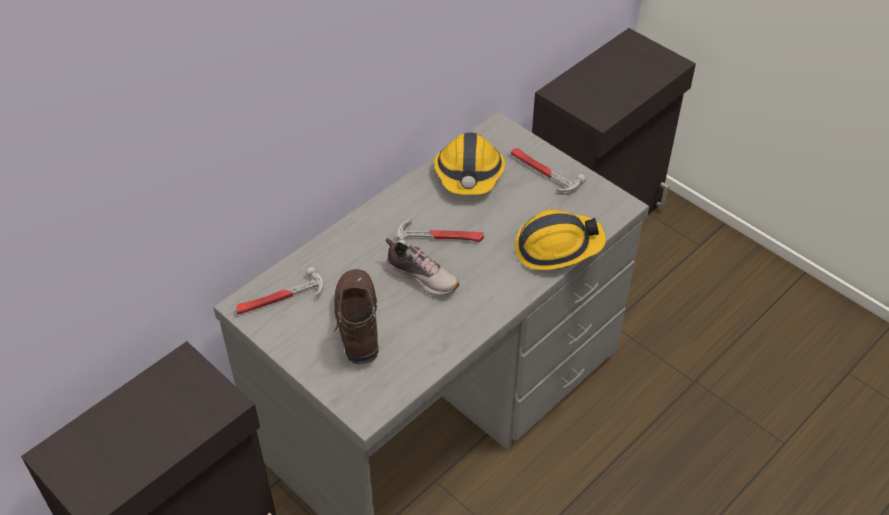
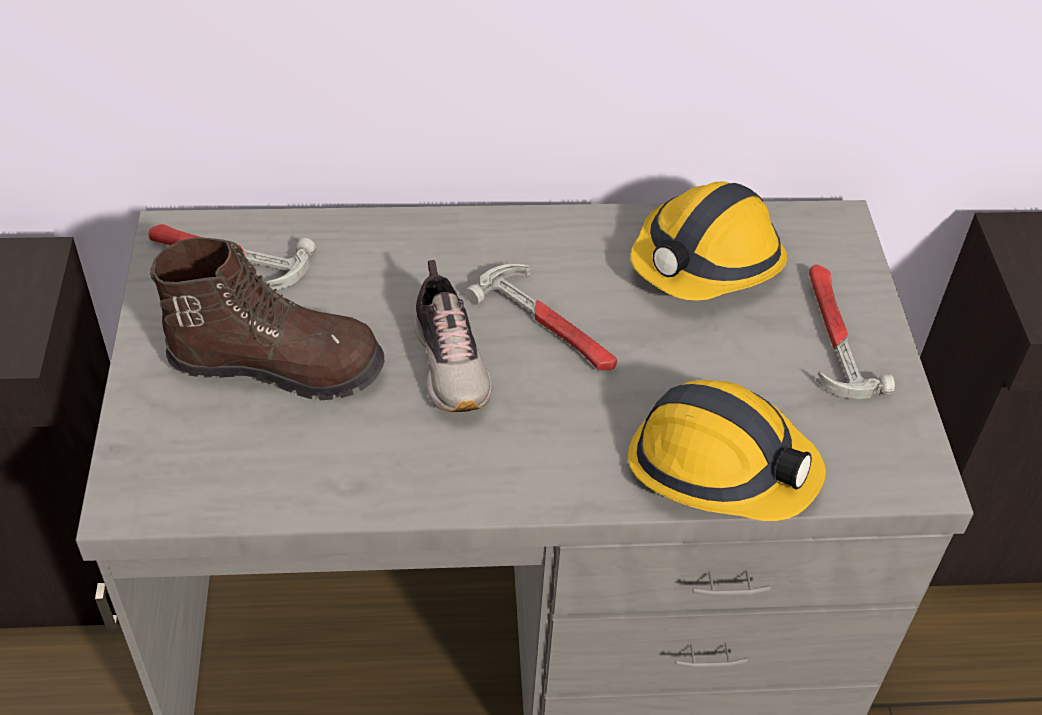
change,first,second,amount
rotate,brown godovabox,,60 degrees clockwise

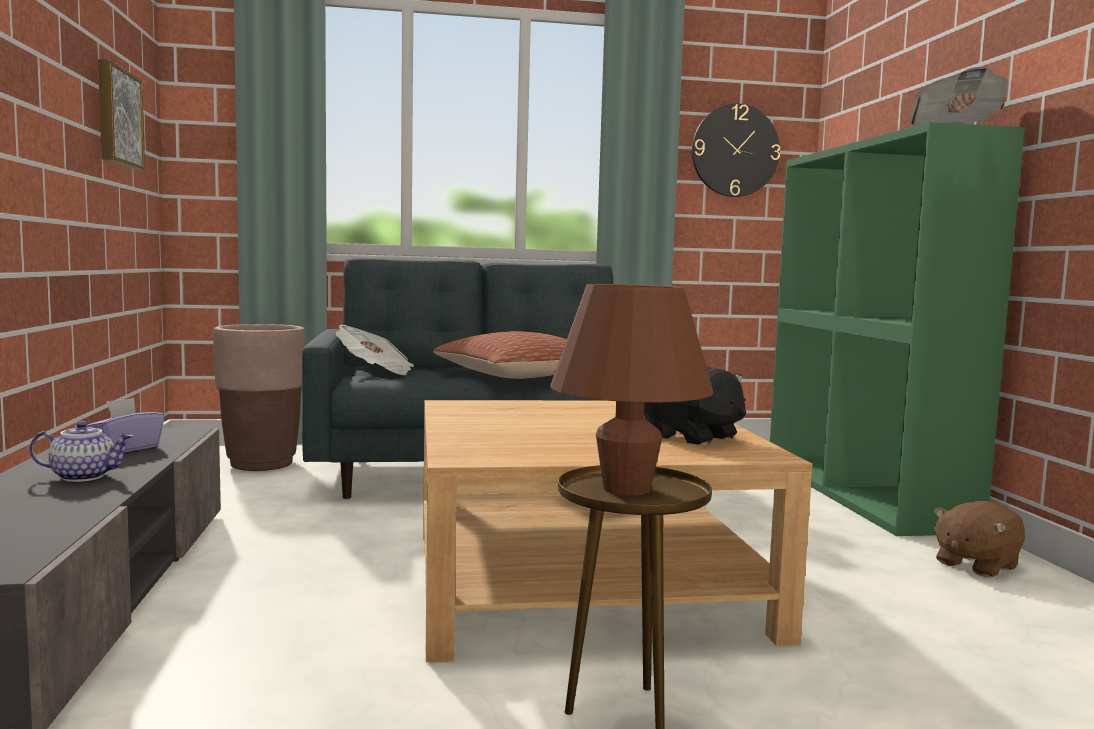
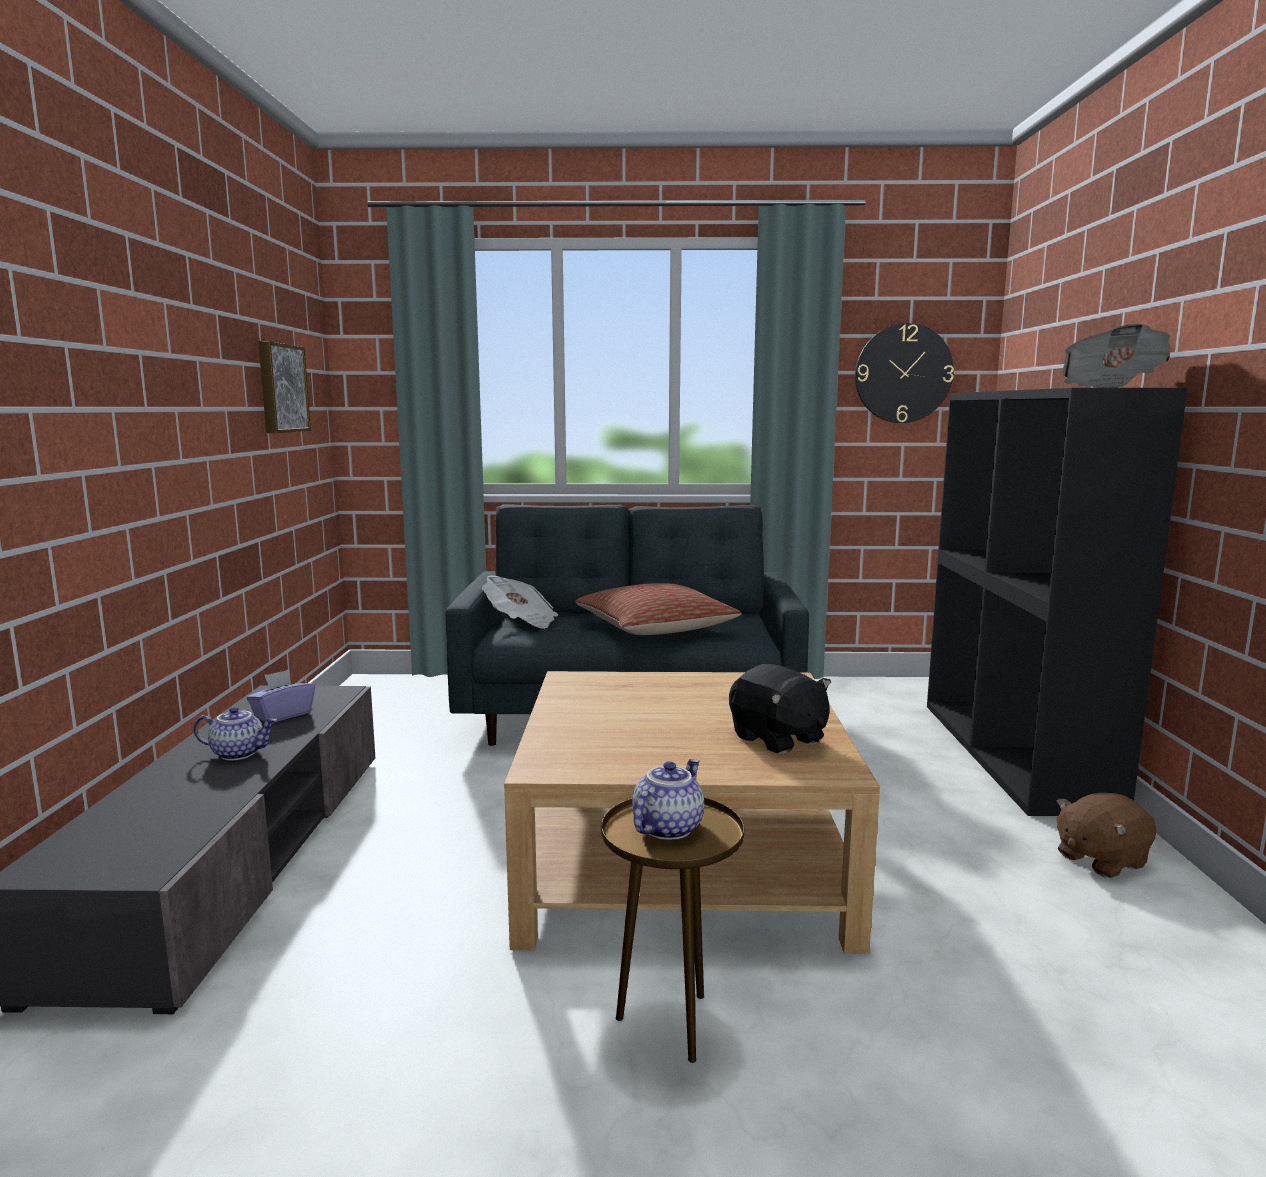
change,first,second,amount
recolor,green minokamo,black minokamo,
replace,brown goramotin,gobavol (2nd from left),
delete,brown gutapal,,

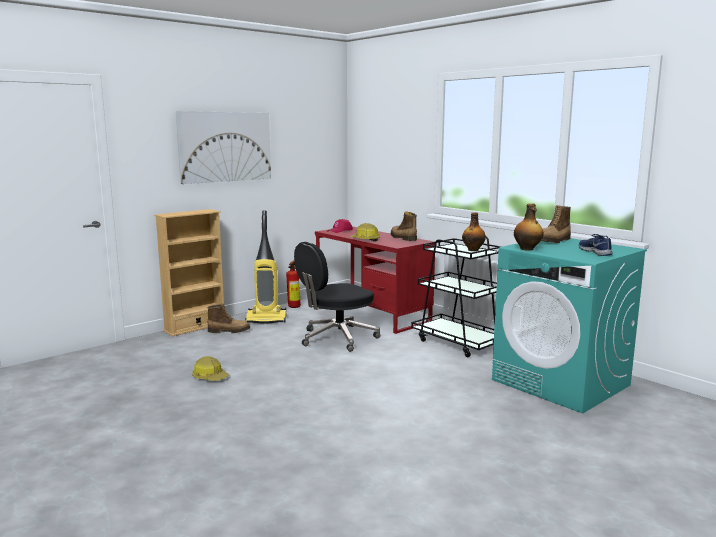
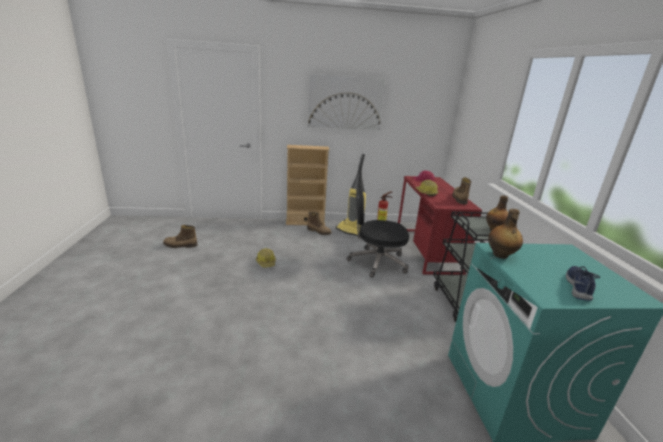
change,first,second,amount
move,godovabox (3rd from left in the first image),godovabox (1st from left),

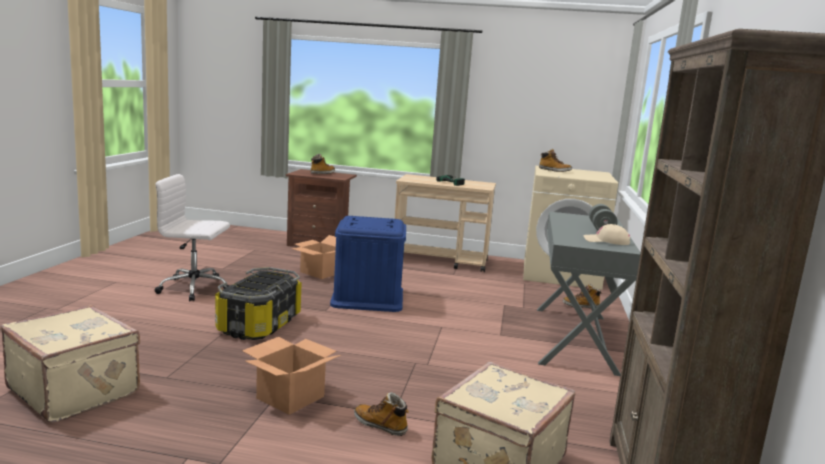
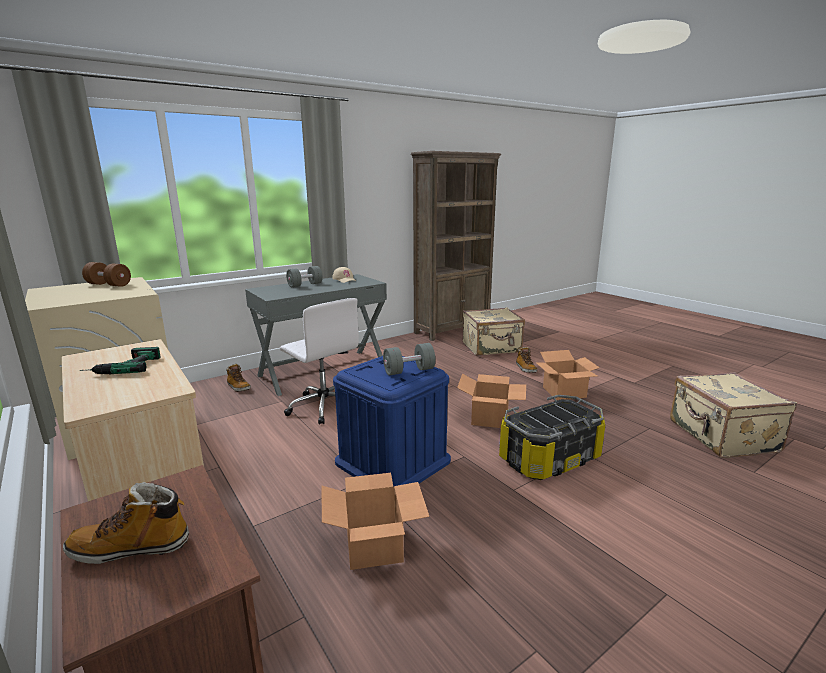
change,first,second,amount
delete,godovabox (3rd from left),,
move,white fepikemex,,
insert,,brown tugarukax,
insert,,grey tugarukax (2nd from left),
insert,,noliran (2nd from left),

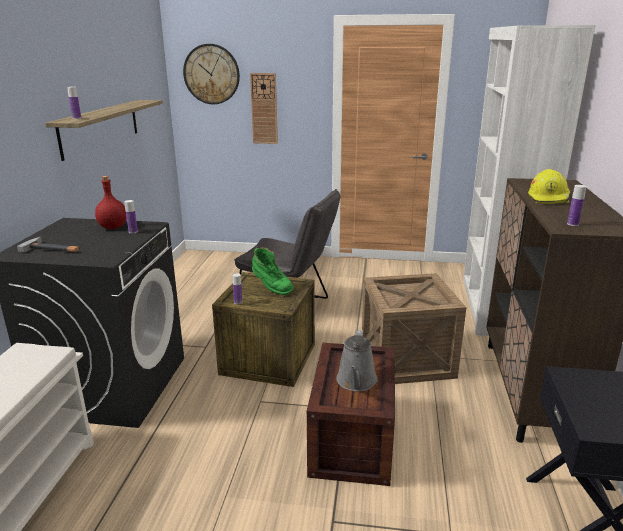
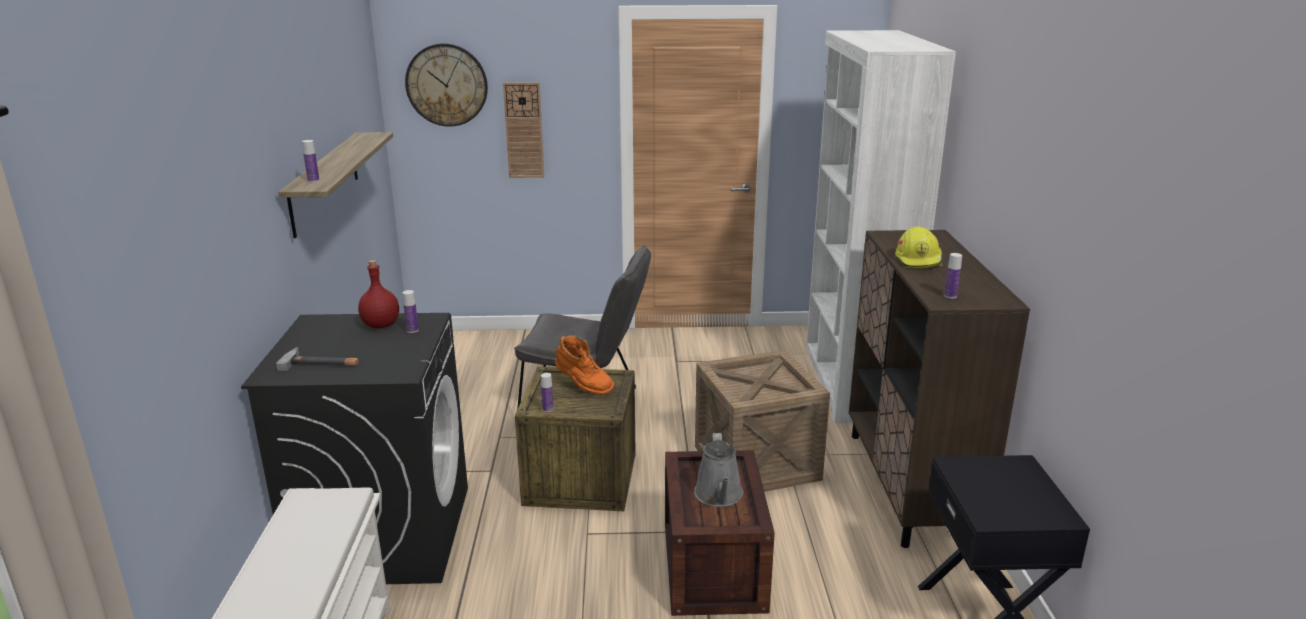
change,first,second,amount
recolor,green godovabox,orange godovabox,

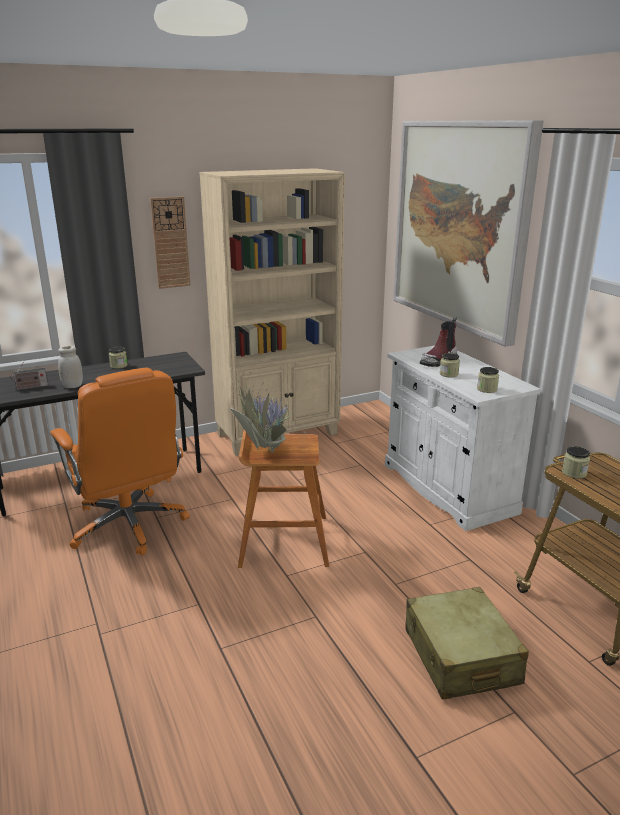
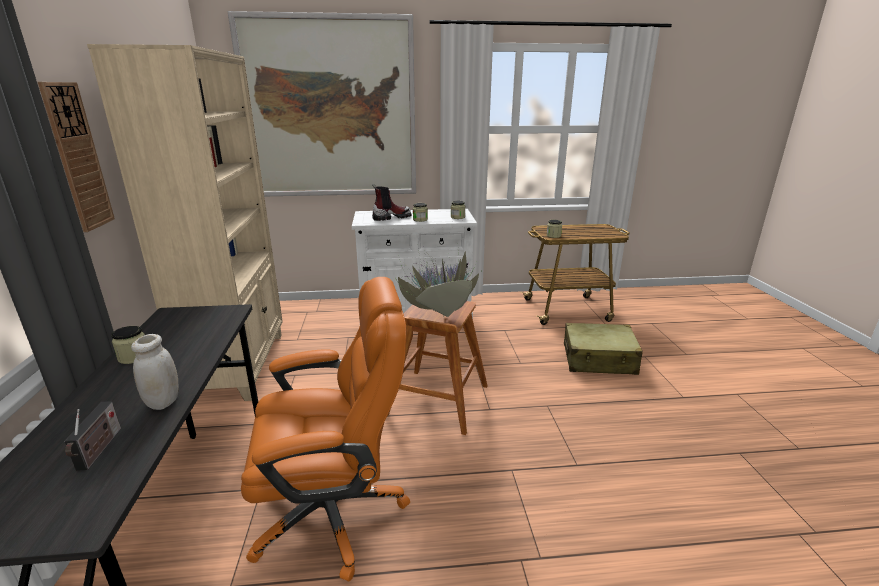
change,first,second,amount
rotate,godovabox,,90 degrees counterclockwise

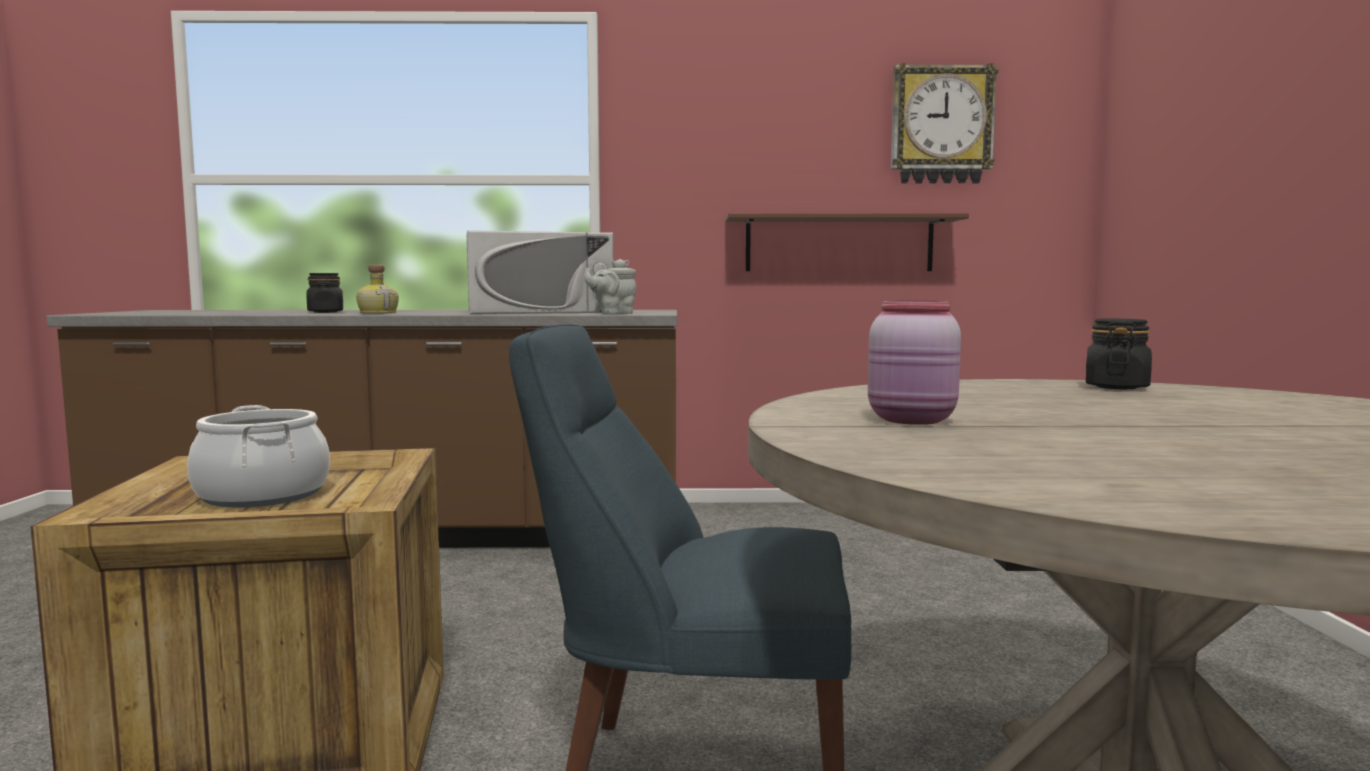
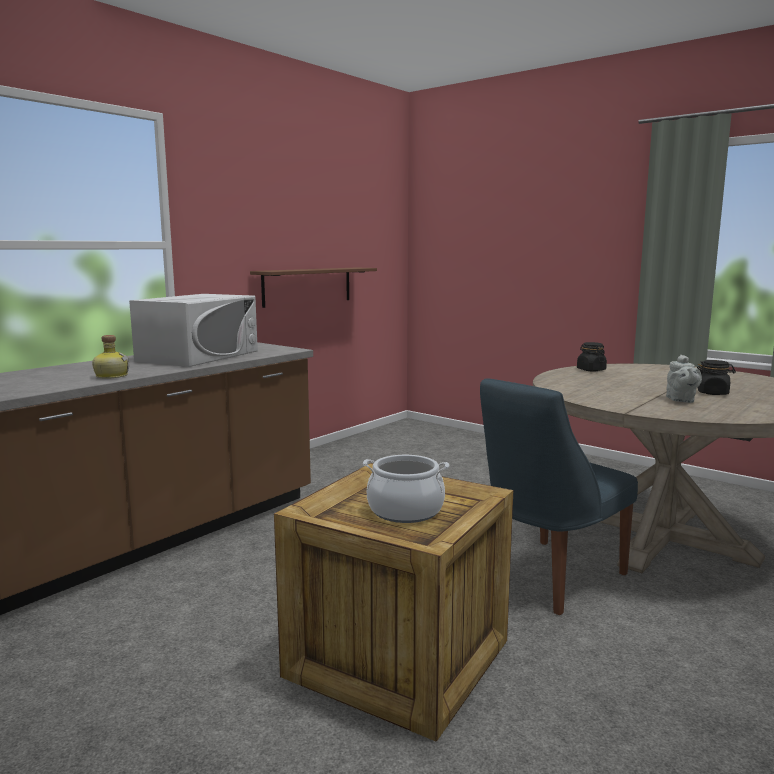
change,first,second,amount
delete,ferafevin,,
move,grey gobavol,,
move,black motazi (1st from left in the first image),black motazi (2nd from left),
delete,pink motazi,,

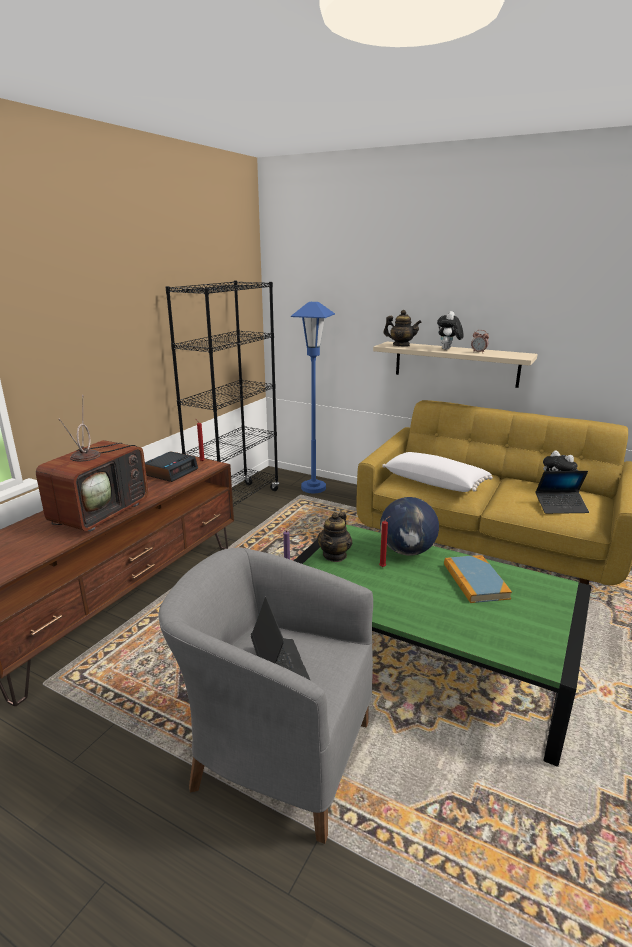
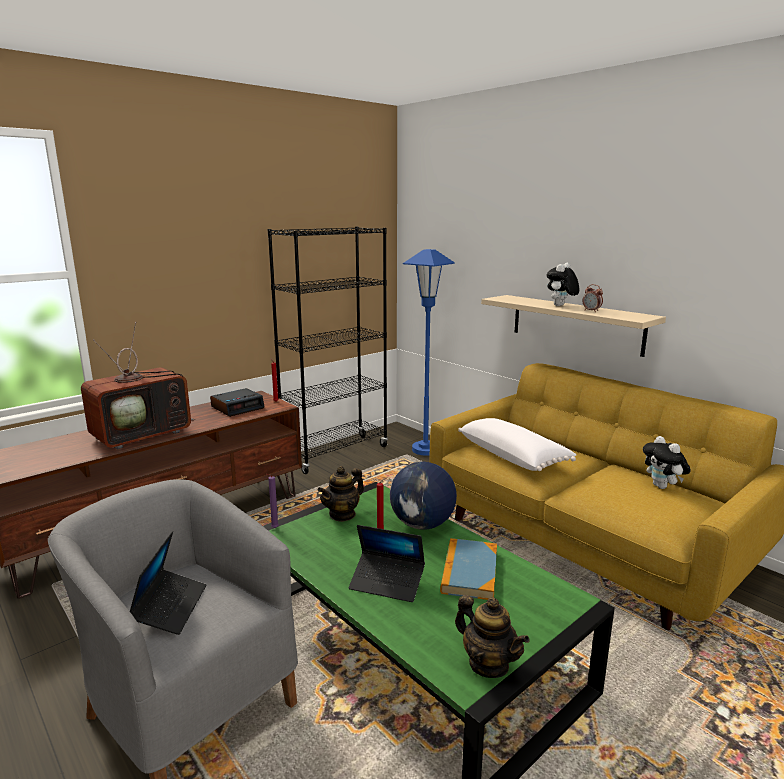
change,first,second,amount
move,gobavol (2nd from left),,
move,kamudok (2nd from left),,

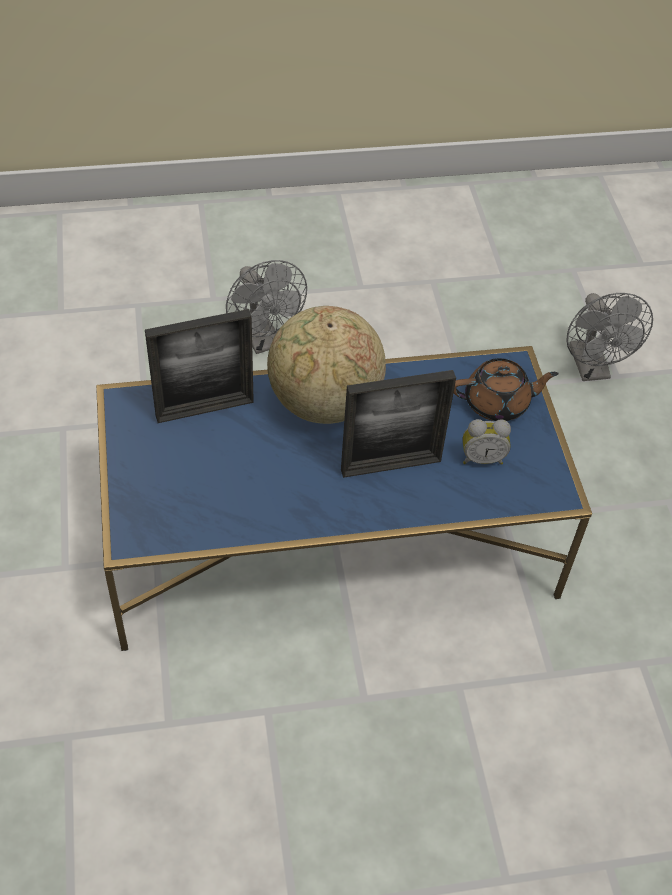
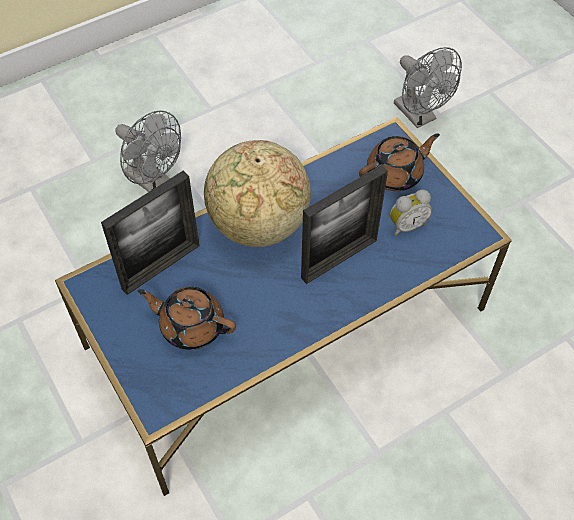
change,first,second,amount
insert,,brown gobavol (1st from left),

